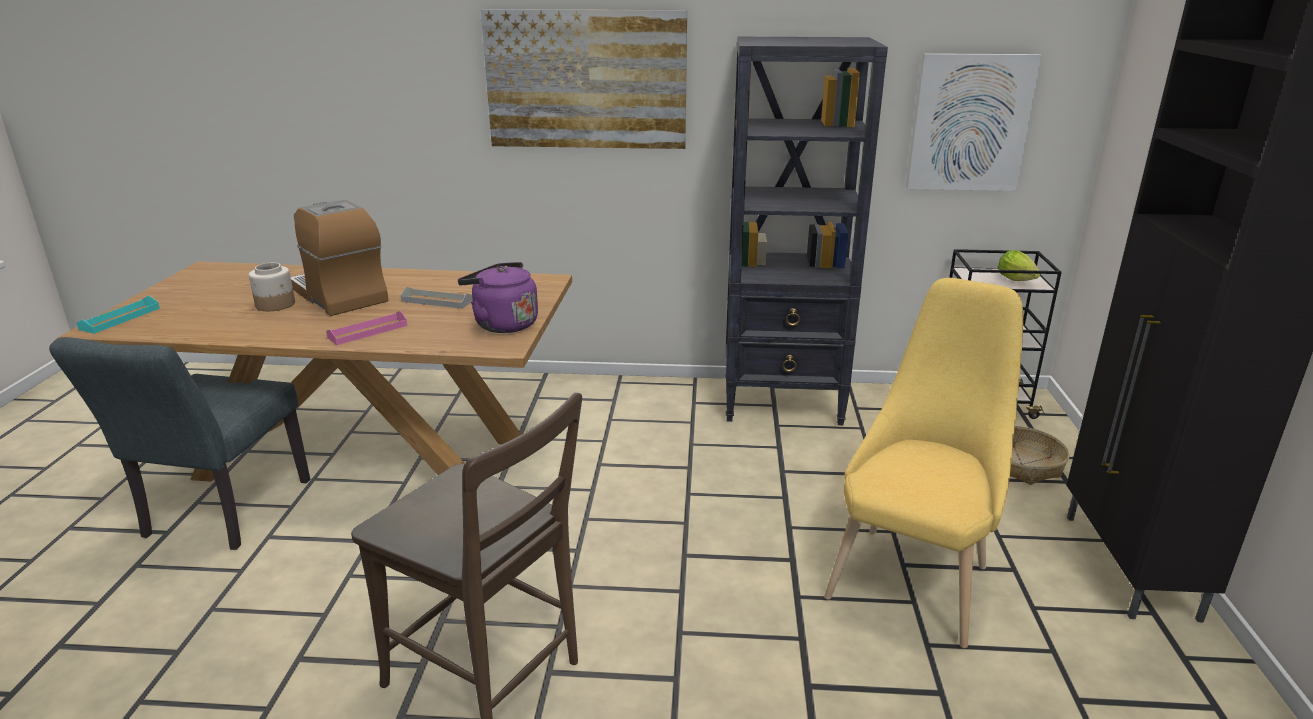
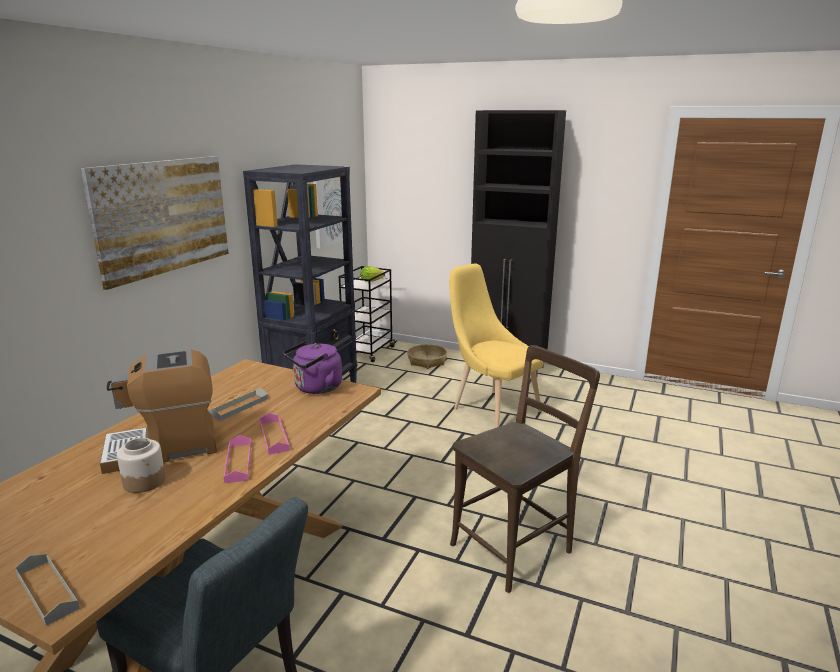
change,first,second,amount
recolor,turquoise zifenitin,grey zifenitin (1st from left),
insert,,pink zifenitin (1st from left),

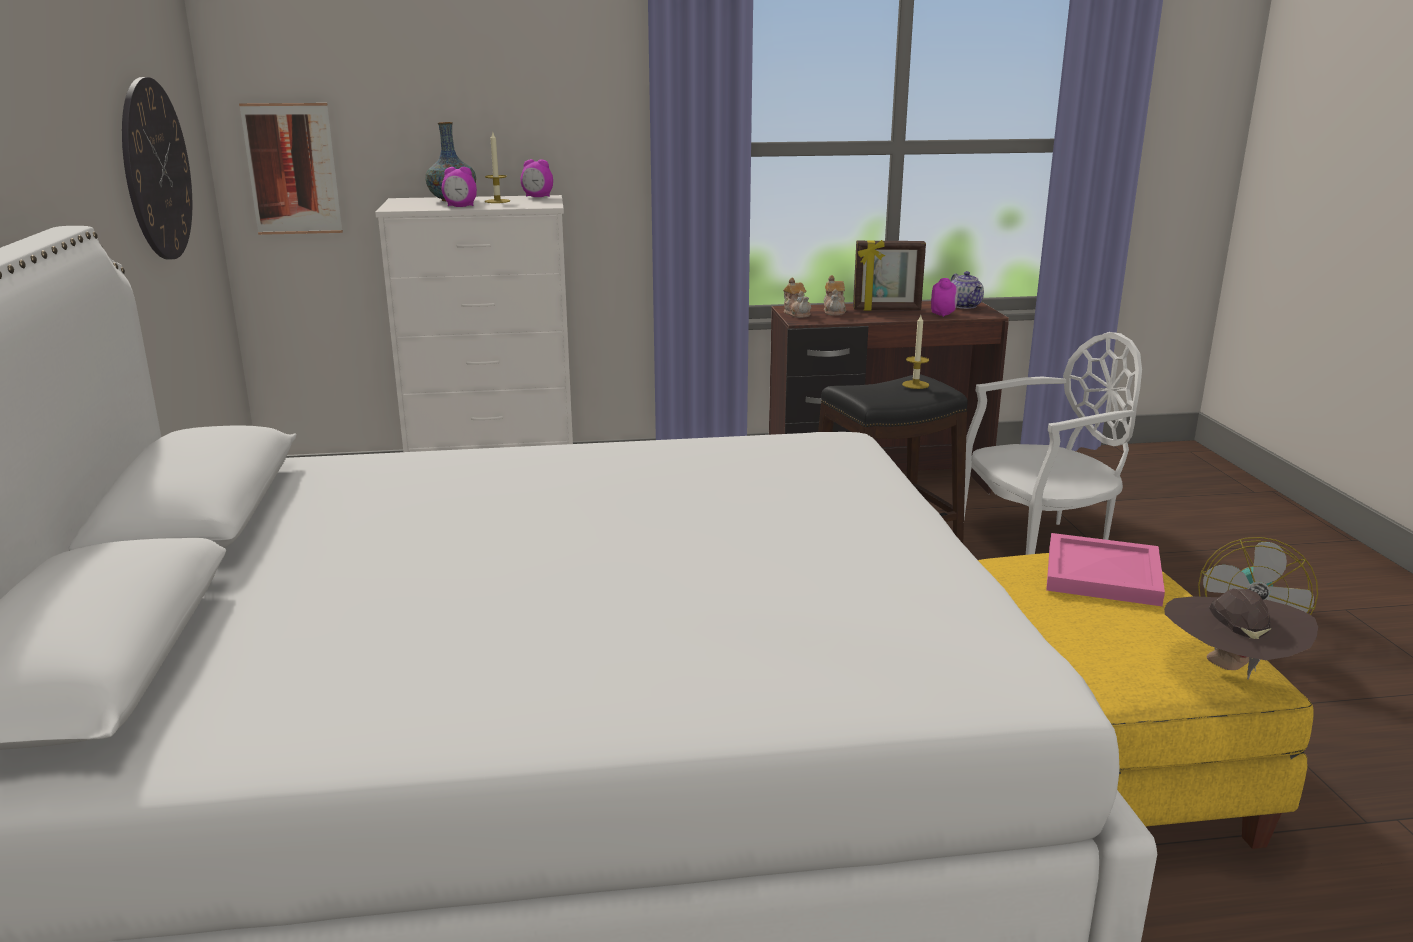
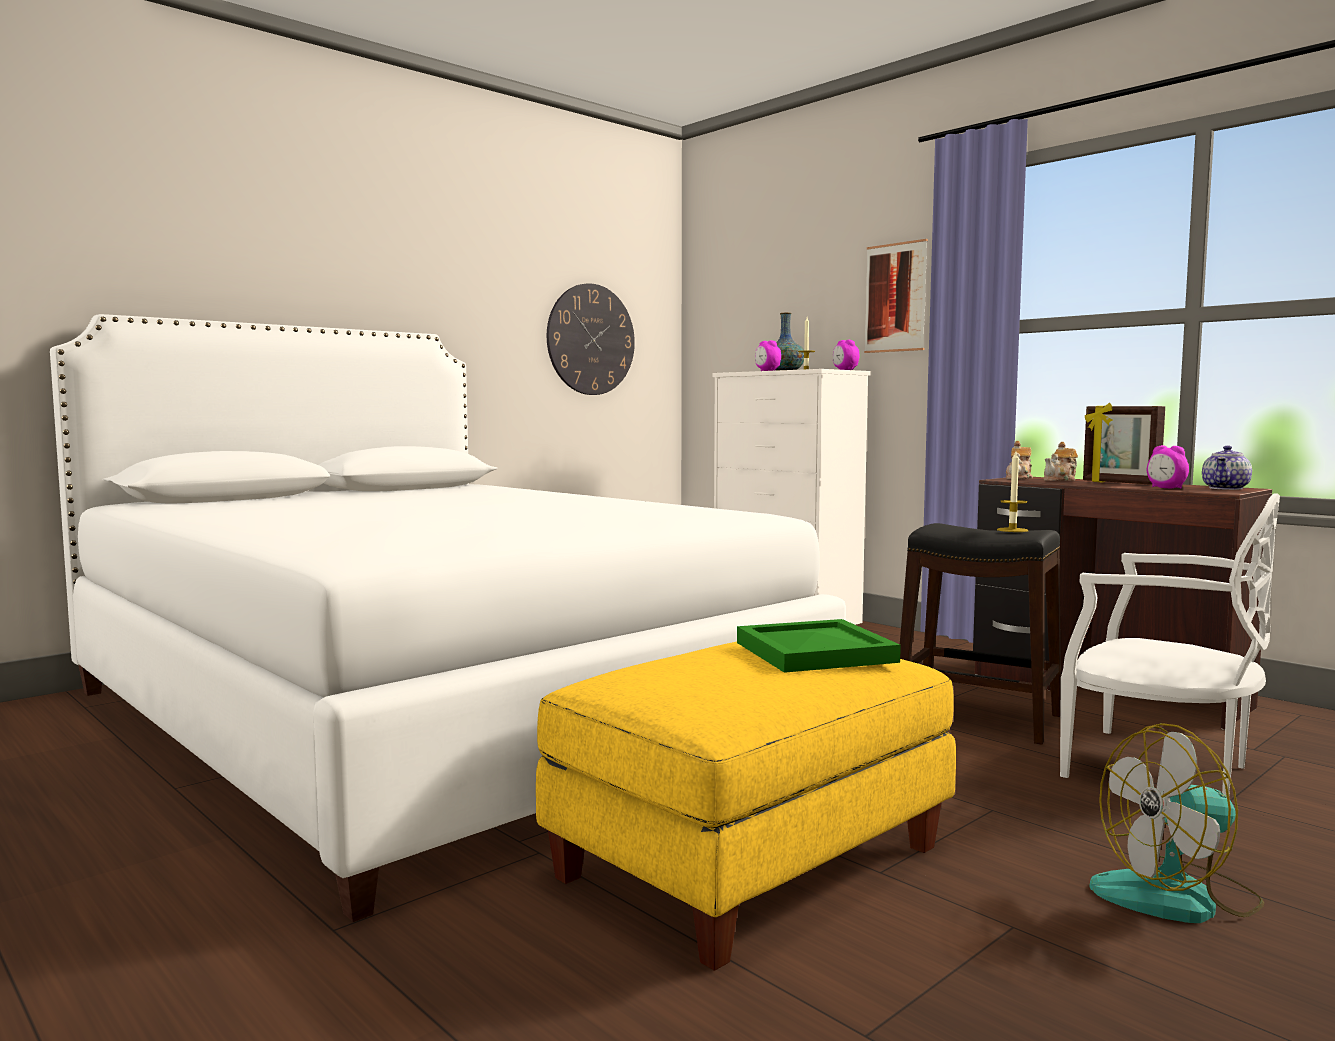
change,first,second,amount
move,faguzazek,,
rotate,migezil (3rd from left),,75 degrees clockwise
recolor,pink zifenitin,green zifenitin,
delete,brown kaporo,,

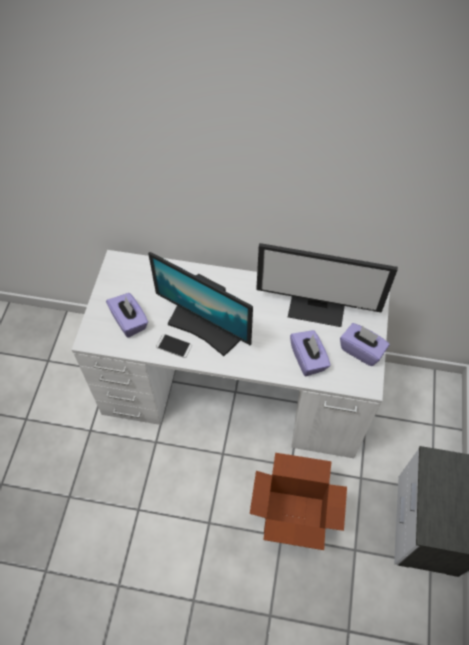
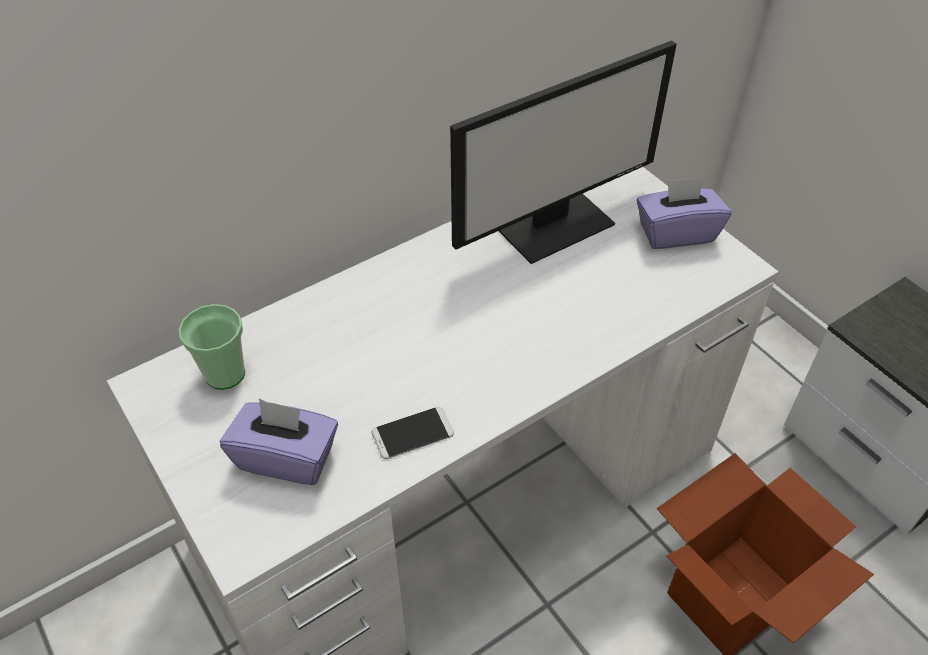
change,first,second,amount
delete,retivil (1st from left),,
delete,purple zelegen (2nd from left),,
insert,,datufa,

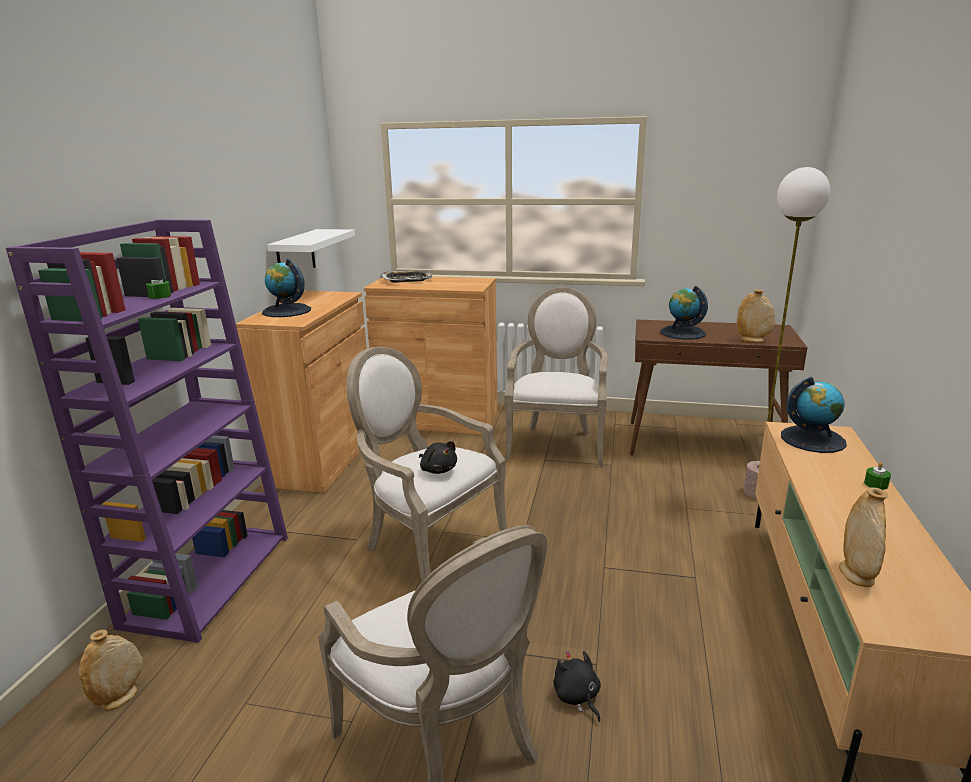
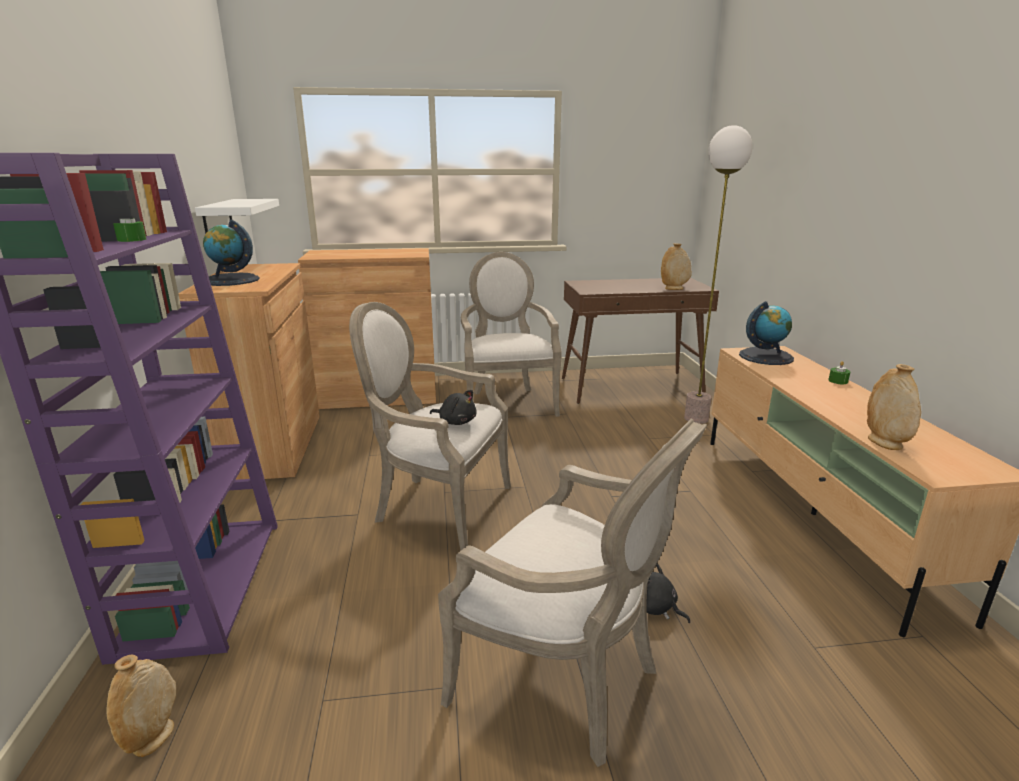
change,first,second,amount
delete,zifenitin,,
delete,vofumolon (2nd from left),,

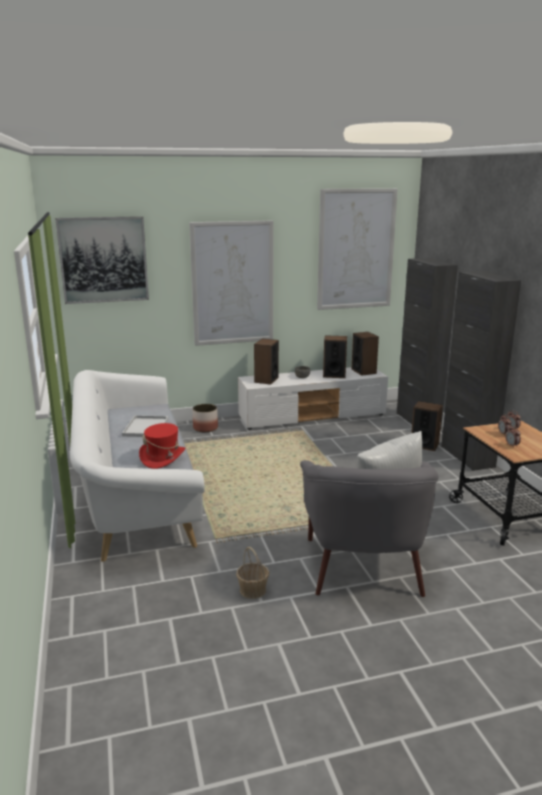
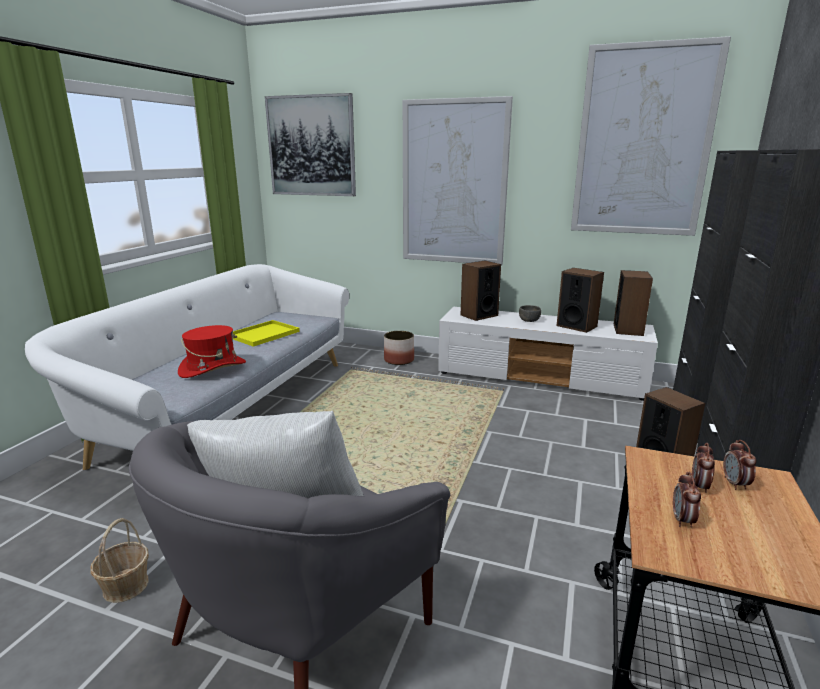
change,first,second,amount
recolor,white zifenitin,yellow zifenitin,

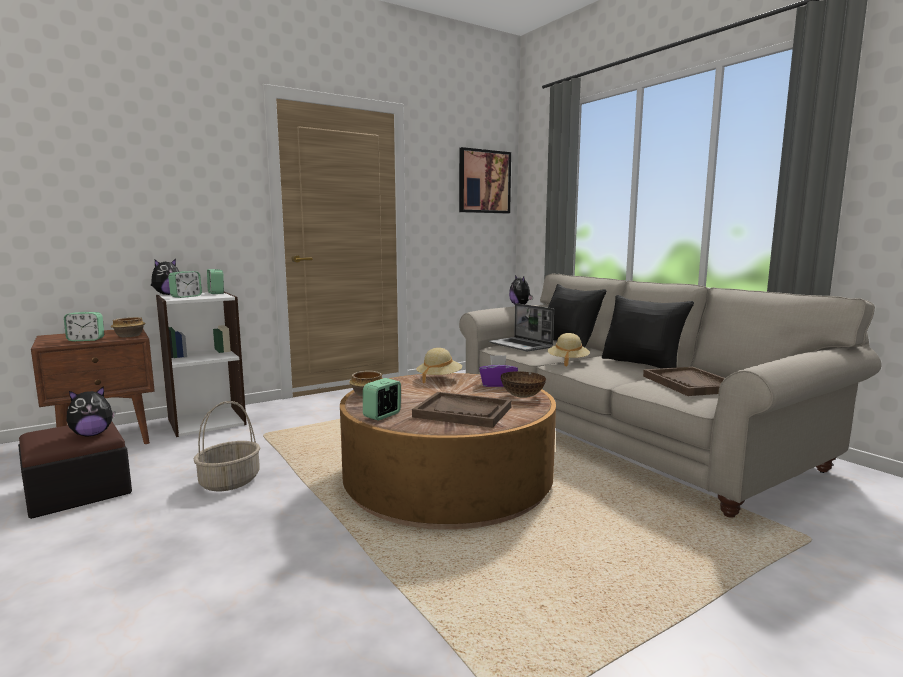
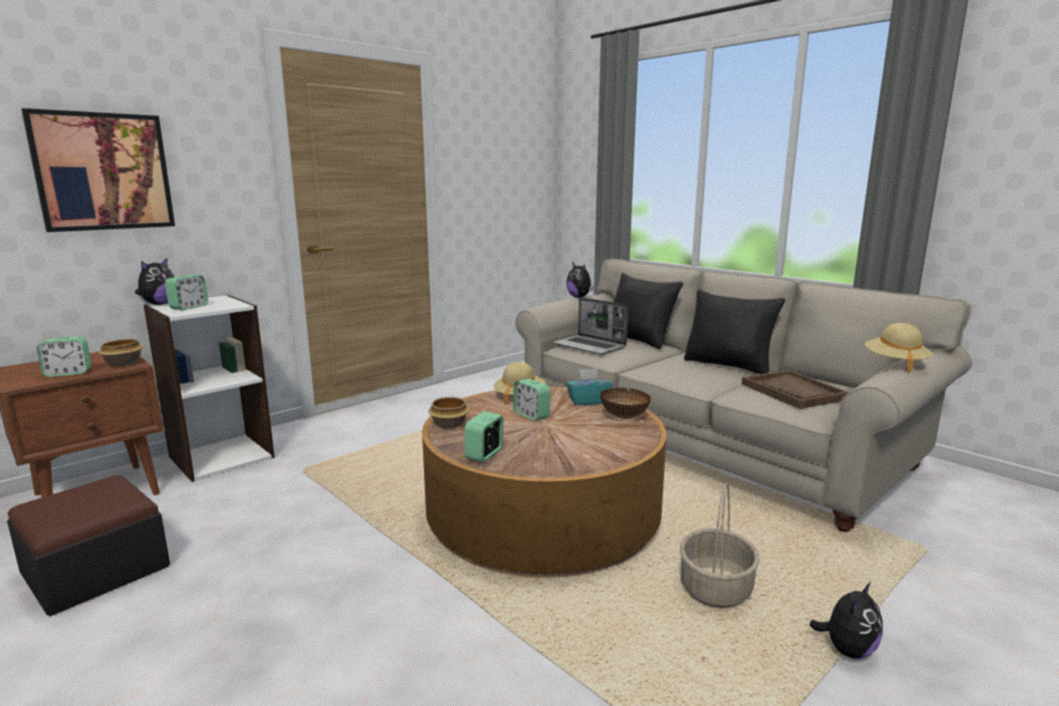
change,first,second,amount
move,faguzazek,,
move,migezil (3rd from left in the first image),migezil (4th from left),
move,beige kaporo (2nd from left),,
recolor,purple zelegen,turquoise zelegen,
move,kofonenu (1st from left in the first image),kofonenu (3rd from left),
delete,brown zifenitin (1st from left),,
move,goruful,,

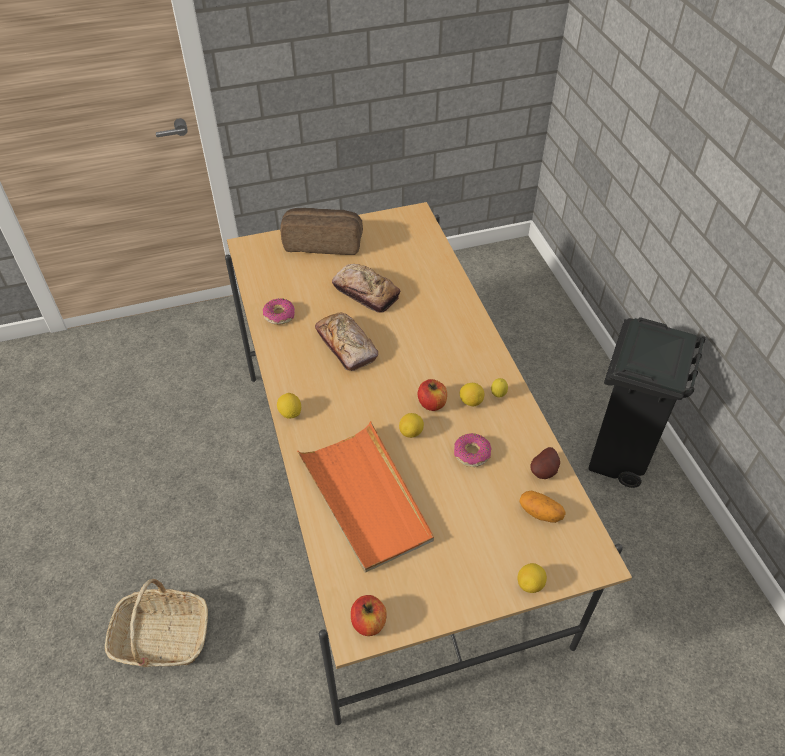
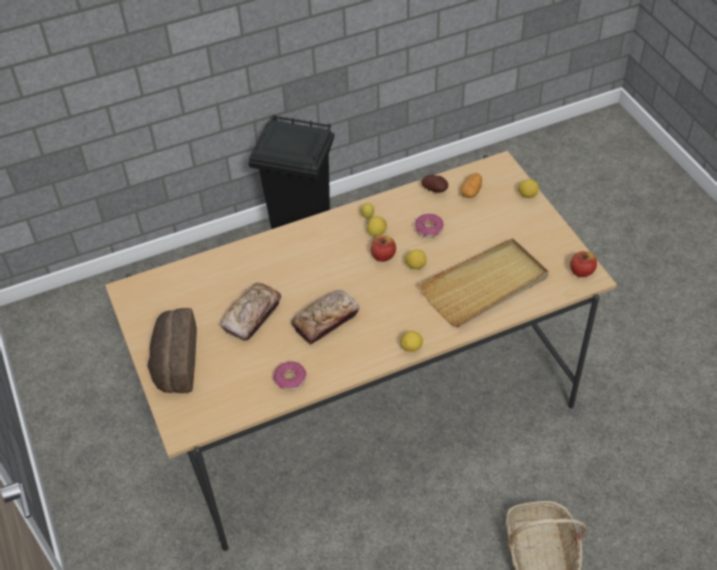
change,first,second,amount
recolor,orange zifenitin,beige zifenitin,

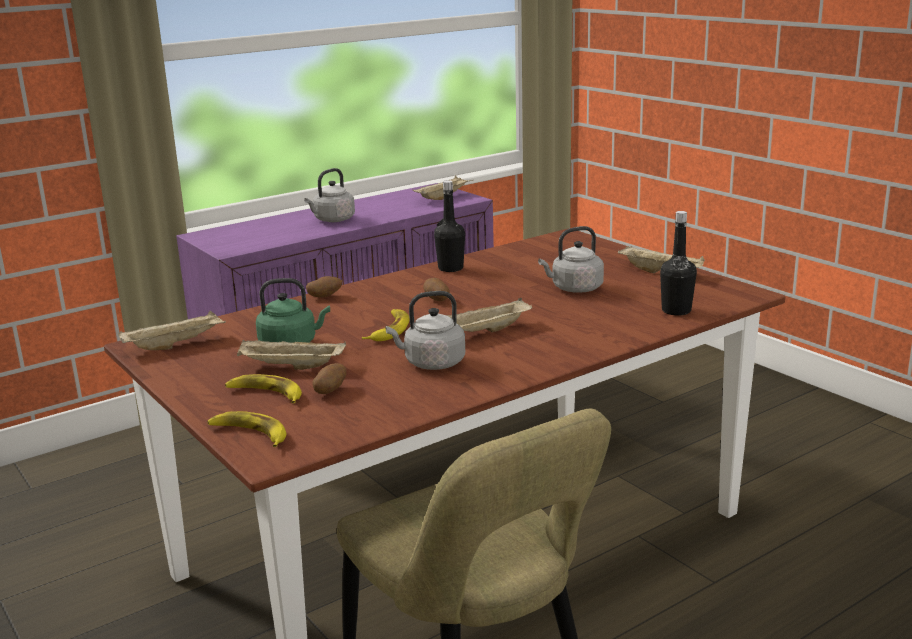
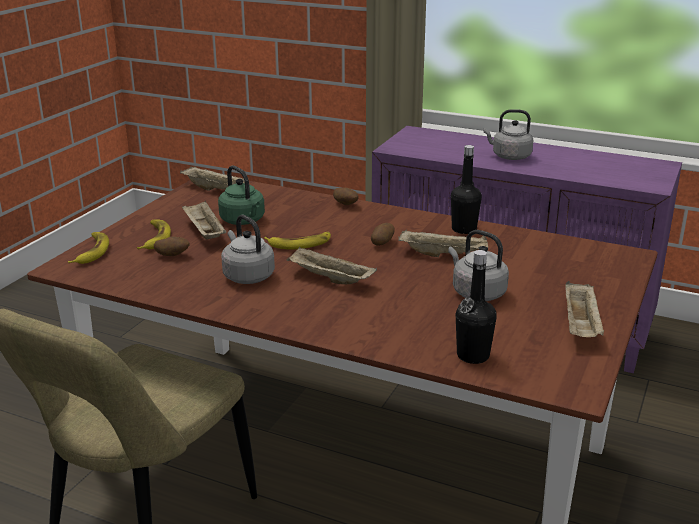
change,first,second,amount
move,beige zifenitin (3rd from left in the first image),beige zifenitin (4th from left),

